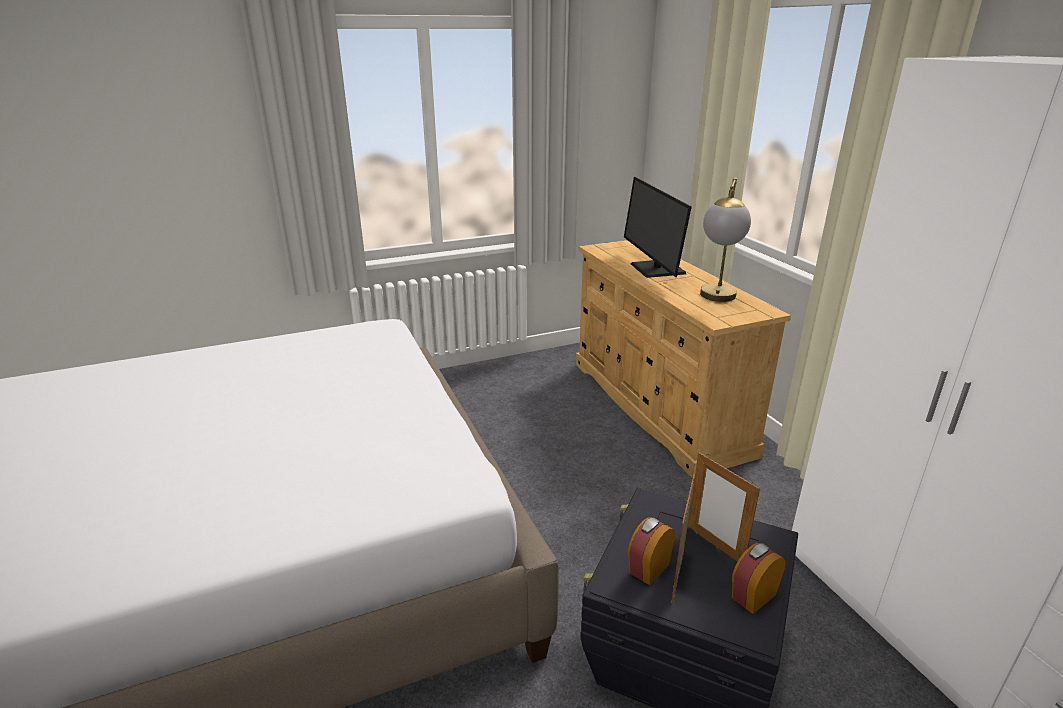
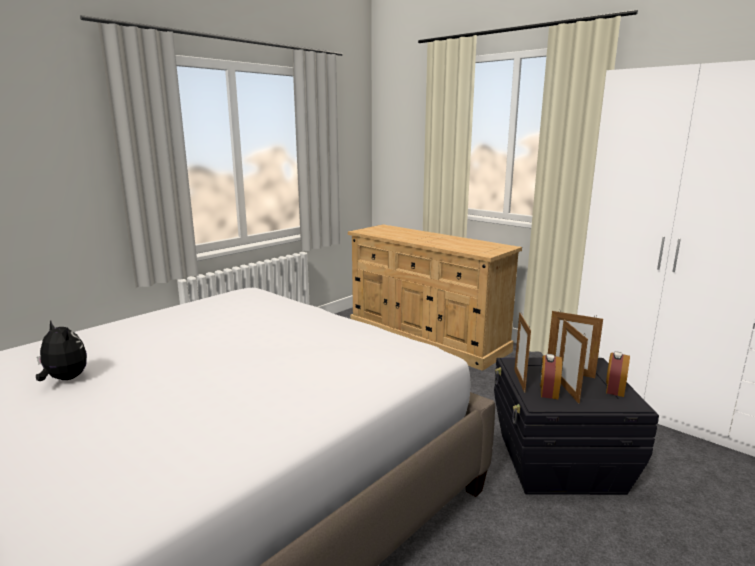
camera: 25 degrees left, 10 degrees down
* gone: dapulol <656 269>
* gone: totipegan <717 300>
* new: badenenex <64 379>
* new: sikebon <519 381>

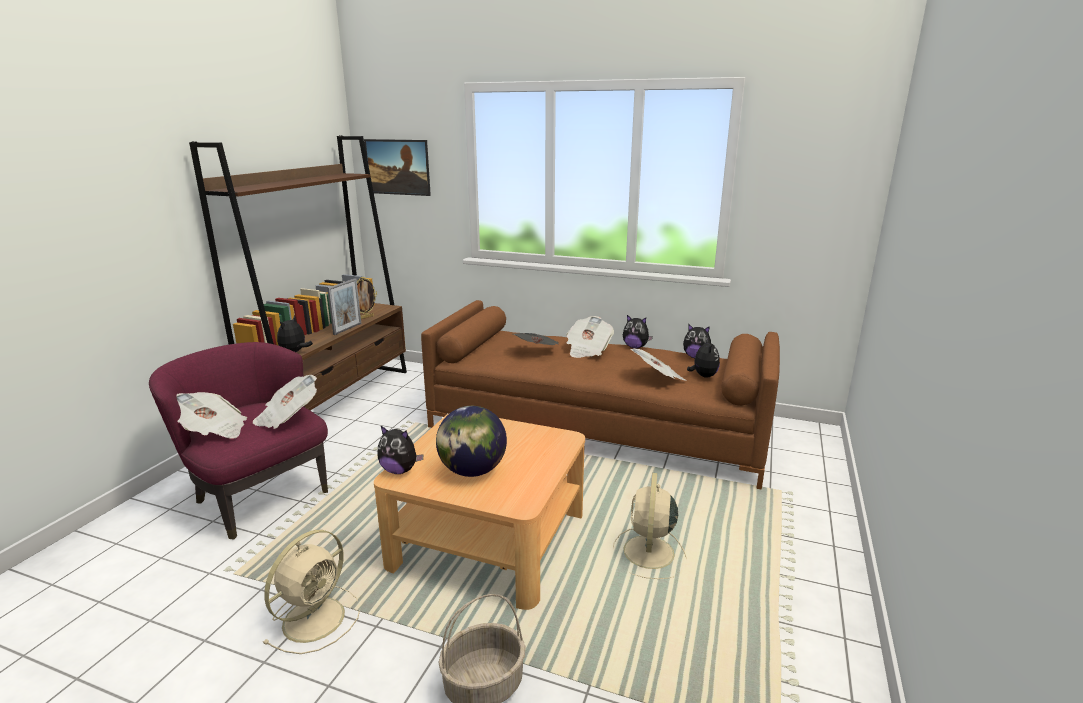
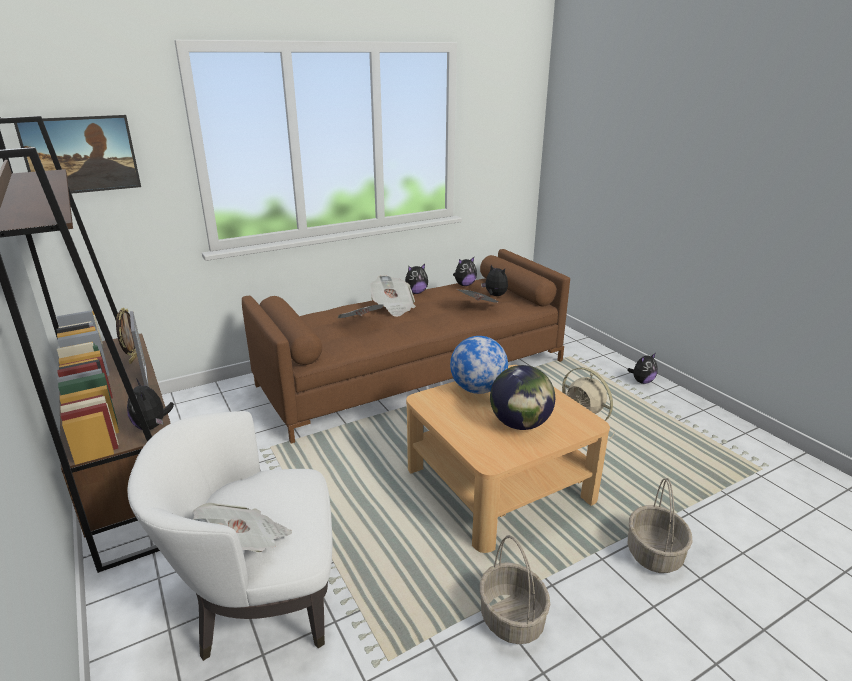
camera: 50 degrees left, 5 degrees up
* gone: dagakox <287 417>
* new: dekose <477 389>
* shifted: badenenex <400 470> to <642 381>
* swapped: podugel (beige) <316 617> to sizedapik <511 618>
* repainted: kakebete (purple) <258 496> to kakebete (white) <259 601>

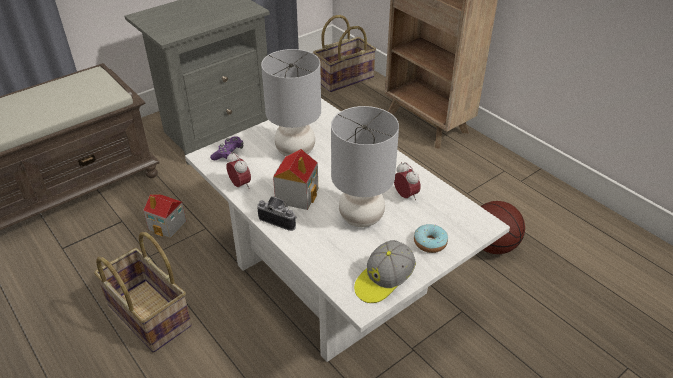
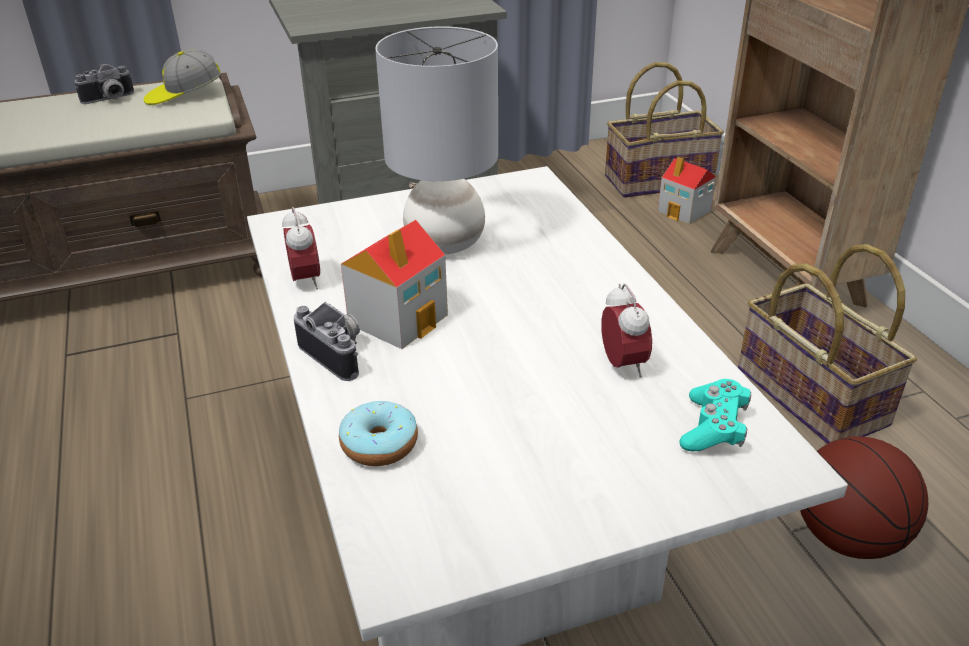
camera: 20 degrees right, 5 degrees down
* gone: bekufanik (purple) <228 153>
* gone: totipegan (grey) <362 217>
* new: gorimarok <110 100>
* new: bekufanik (turquoise) <714 428>
* shifted: sizedapik <147 316> to <808 396>
* shifted: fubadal <168 226> to <685 211>
* shifted: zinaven <383 280> to <184 95>
* shifted: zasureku <430 243> to <379 444>

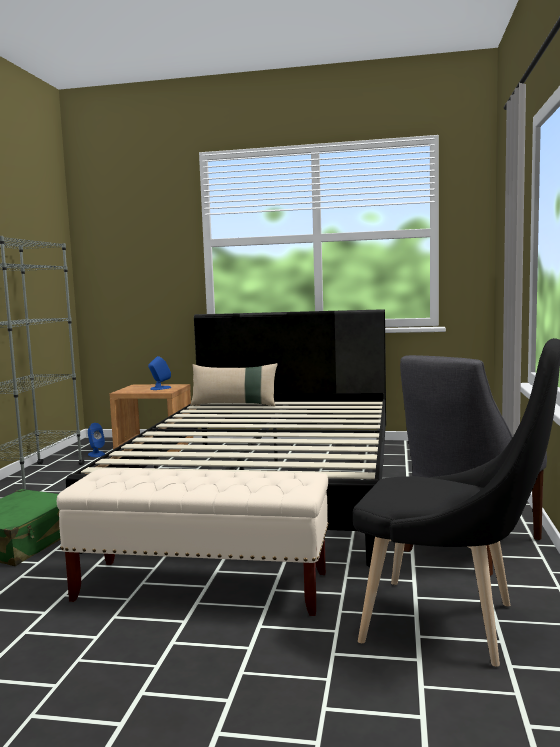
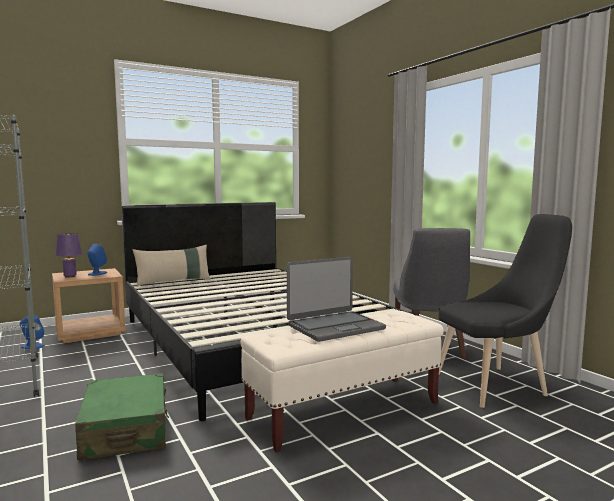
camera: 40 degrees left, 0 degrees up
* new: totipegan (purple) <70 276>
* new: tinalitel <335 327>

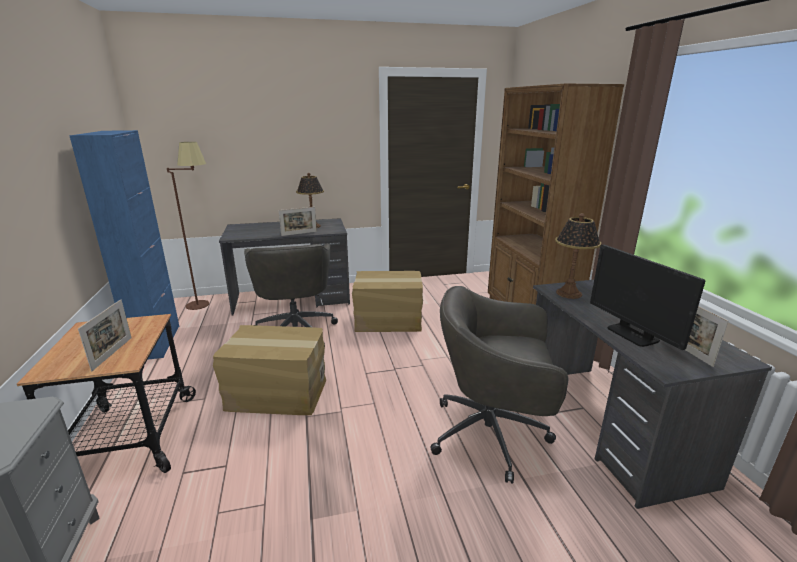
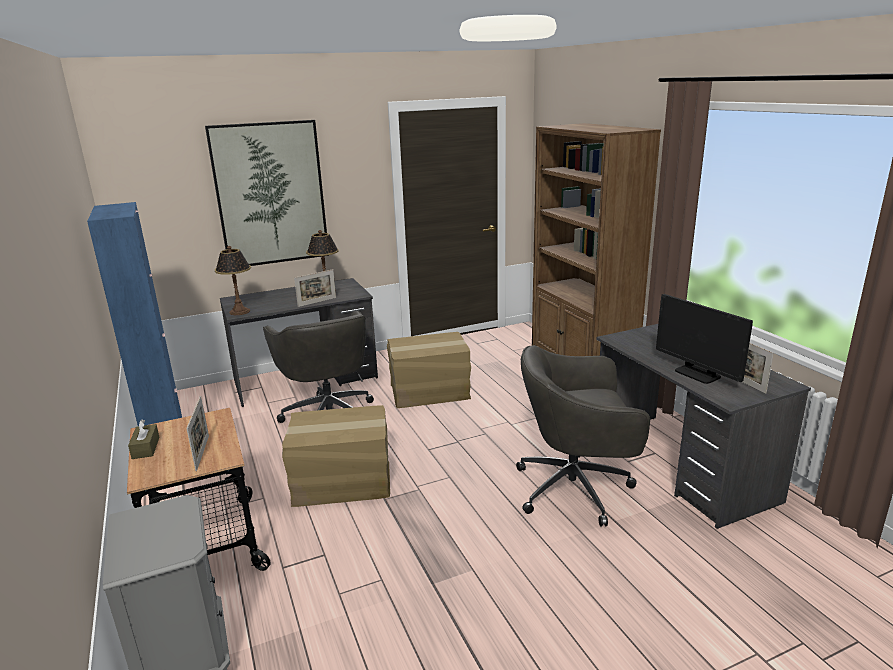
camera: 10 degrees left, 0 degrees up
* gone: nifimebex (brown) <206 301>
* new: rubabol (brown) <146 448>
* new: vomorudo <270 194>
* shifted: totipegan <569 293> to <240 311>

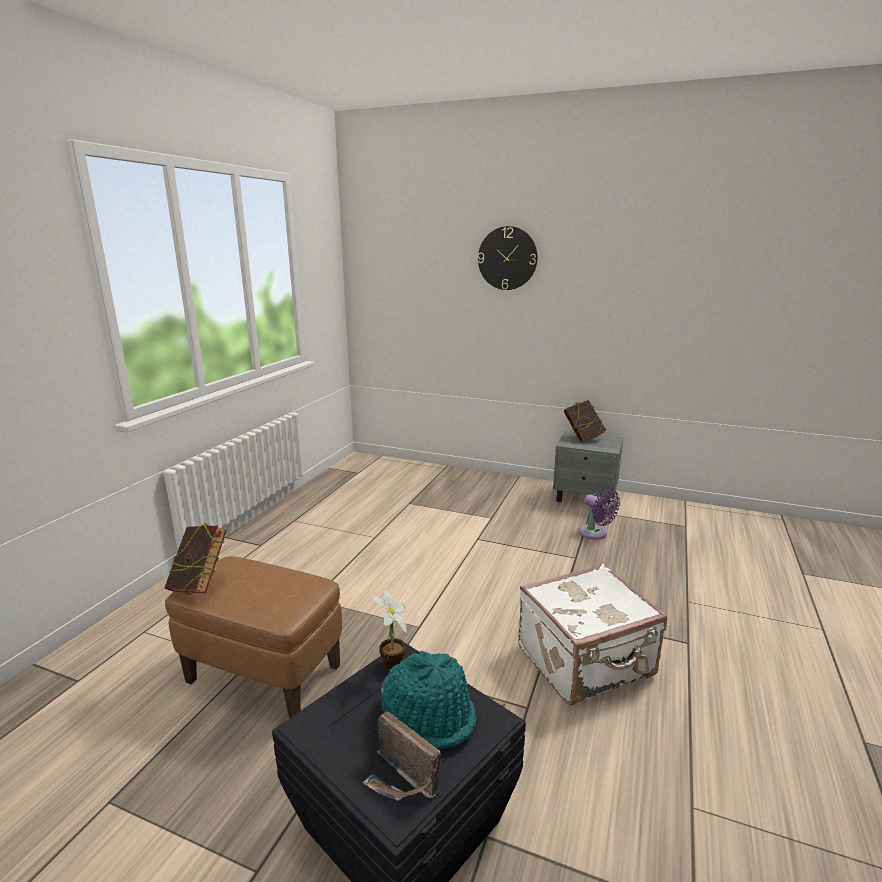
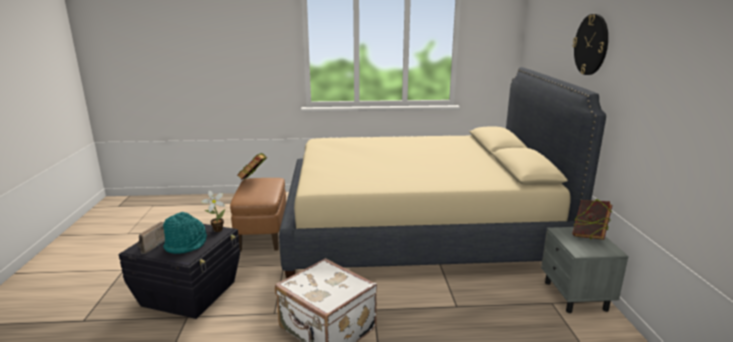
camera: 65 degrees right, 0 degrees up
* gone: podugel (purple) <595 533>
* new: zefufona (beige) <417 231>

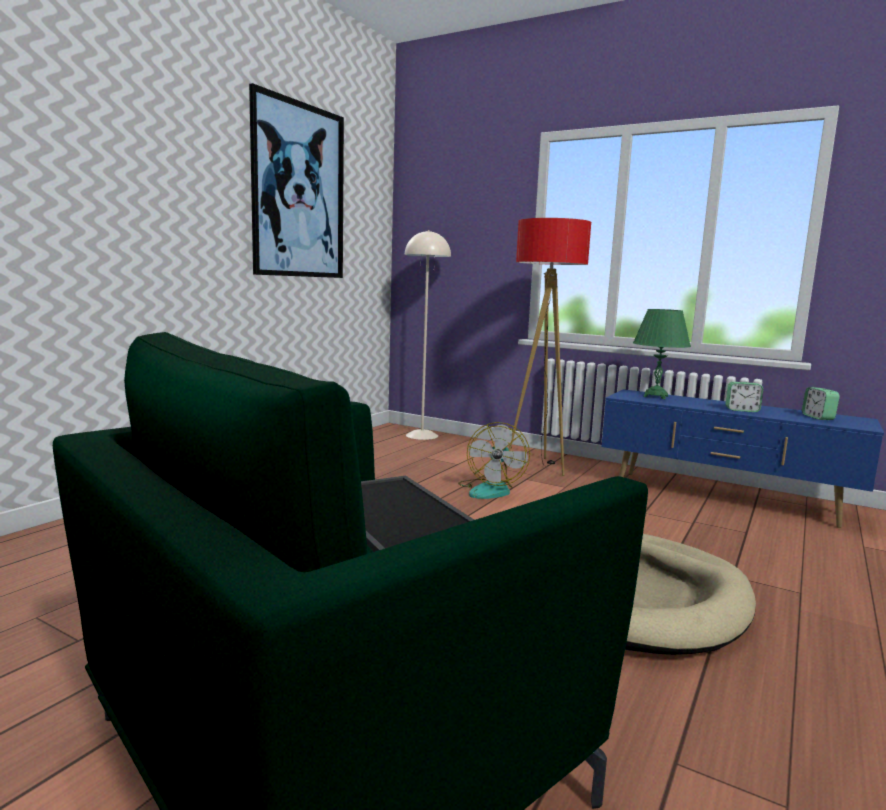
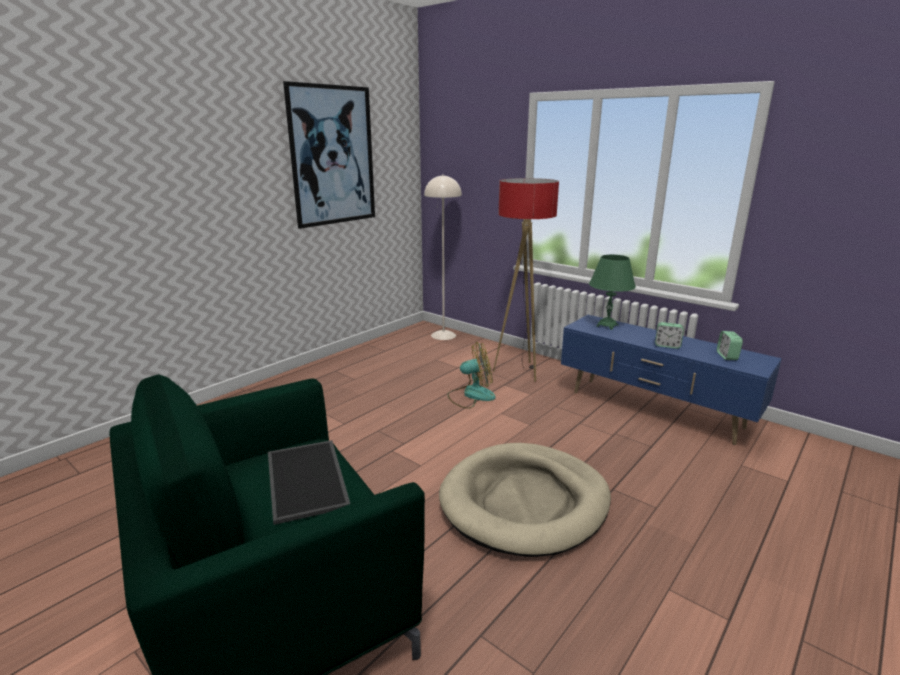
camera: 10 degrees right, 10 degrees up
* rotated: podugel <491 489> = <471 395> 120 degrees counterclockwise

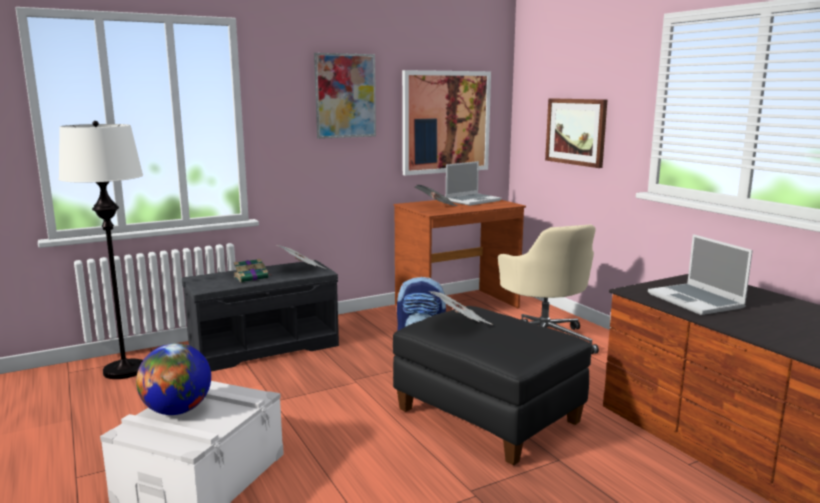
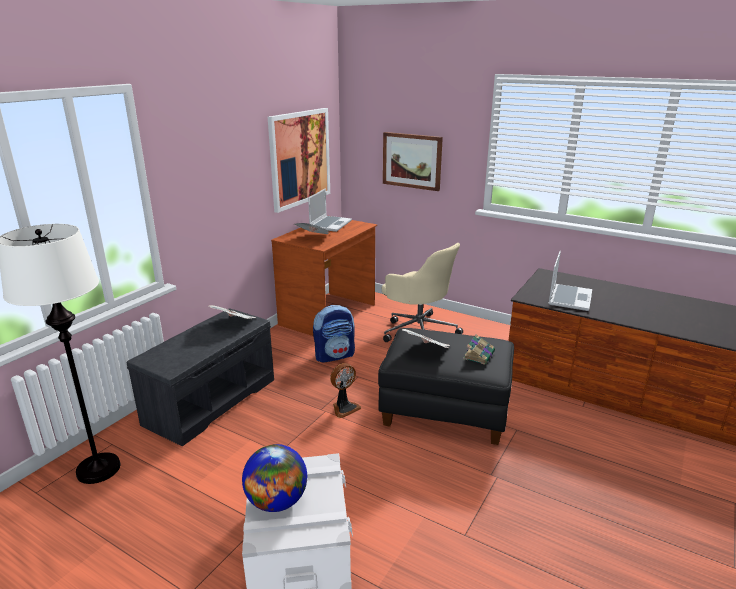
camera: 30 degrees left, 10 degrees up
* gone: vomorudo <345 96>
* new: podugel <344 408>
* shifted: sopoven <252 277> to <479 355>
* rotated: tinalitel <696 301> = <569 298> 105 degrees counterclockwise

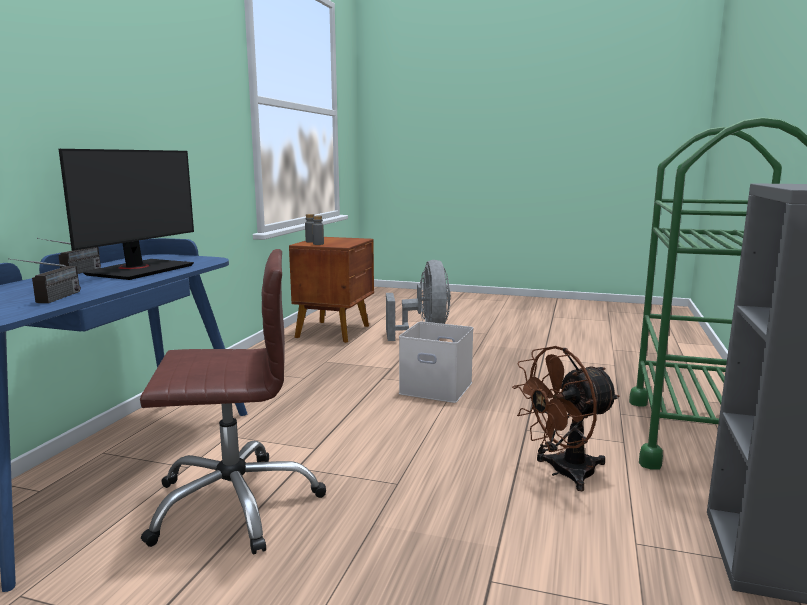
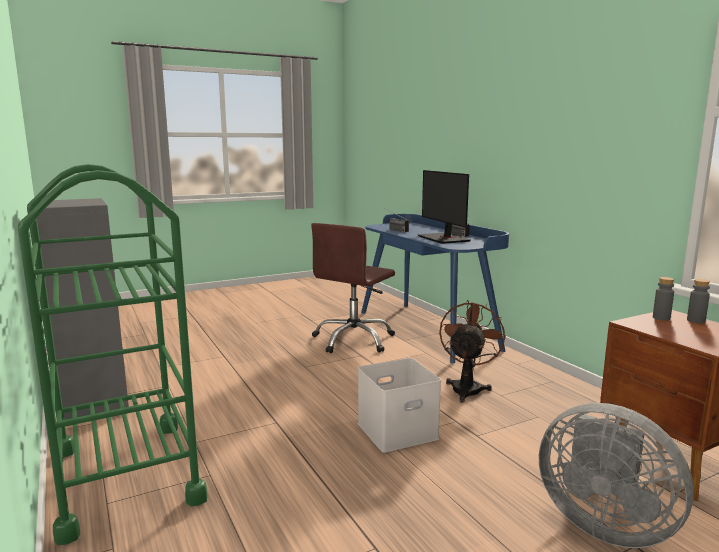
camera: 135 degrees right, 0 degrees up
* shifted: podugel (brown) <563 473> to <467 388>

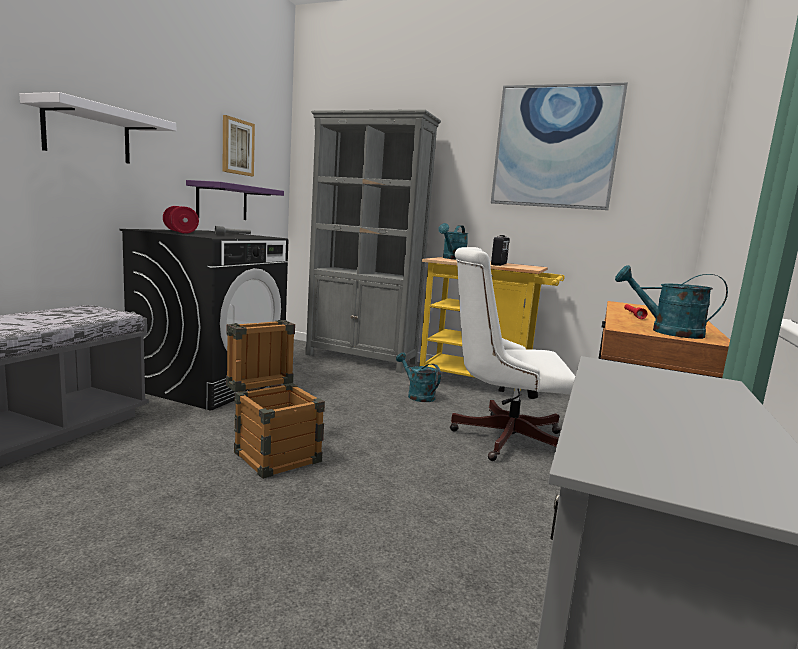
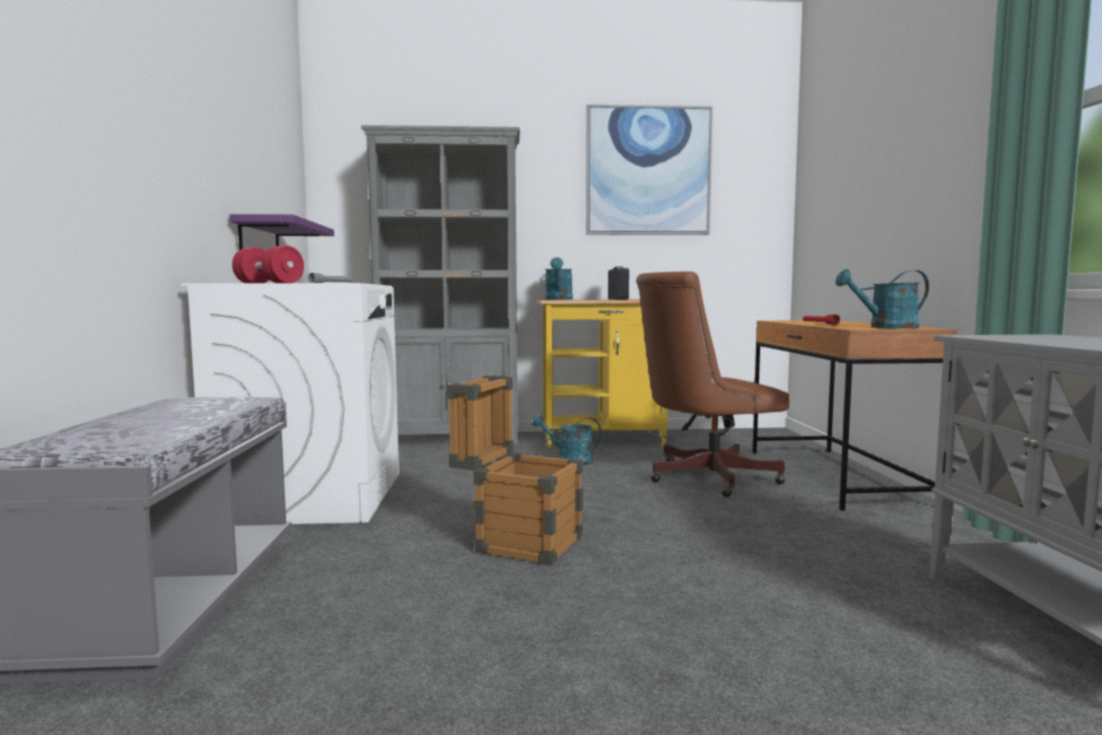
camera: 25 degrees left, 5 degrees down
* gone: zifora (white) <87 133>
* gone: vomorudo <237 147>
* repainted: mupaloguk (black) <210 383> to mupaloguk (white) <312 497>
* repainted: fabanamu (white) <501 437> to fabanamu (brown) <703 478>

